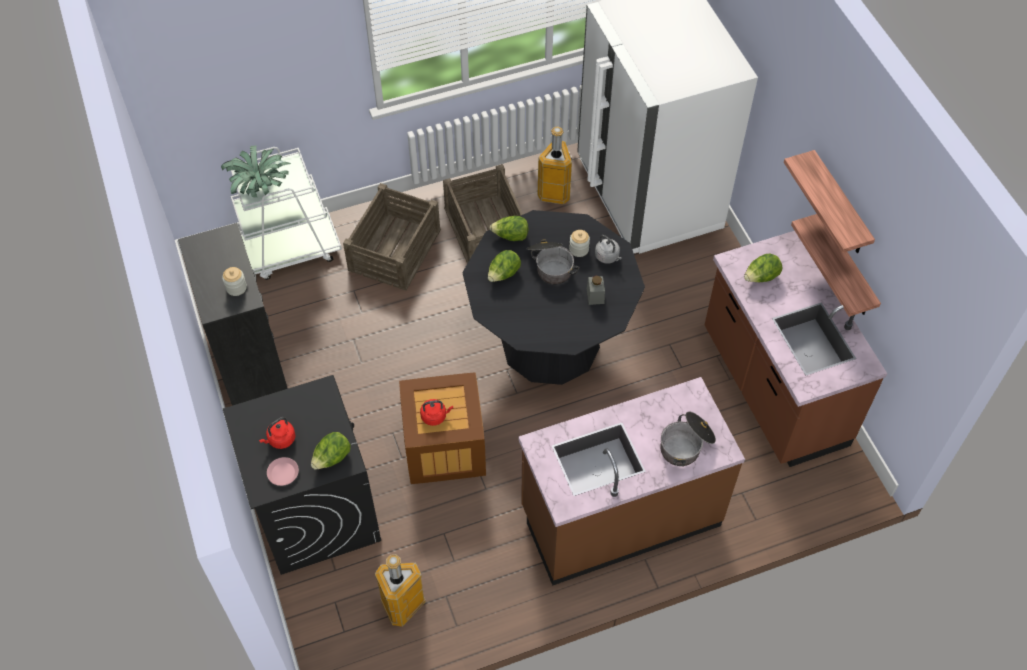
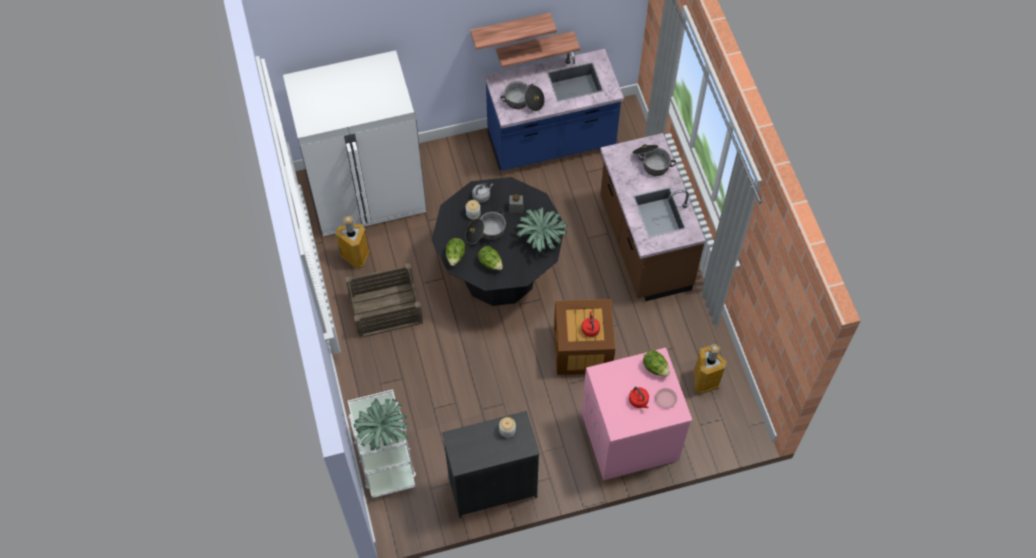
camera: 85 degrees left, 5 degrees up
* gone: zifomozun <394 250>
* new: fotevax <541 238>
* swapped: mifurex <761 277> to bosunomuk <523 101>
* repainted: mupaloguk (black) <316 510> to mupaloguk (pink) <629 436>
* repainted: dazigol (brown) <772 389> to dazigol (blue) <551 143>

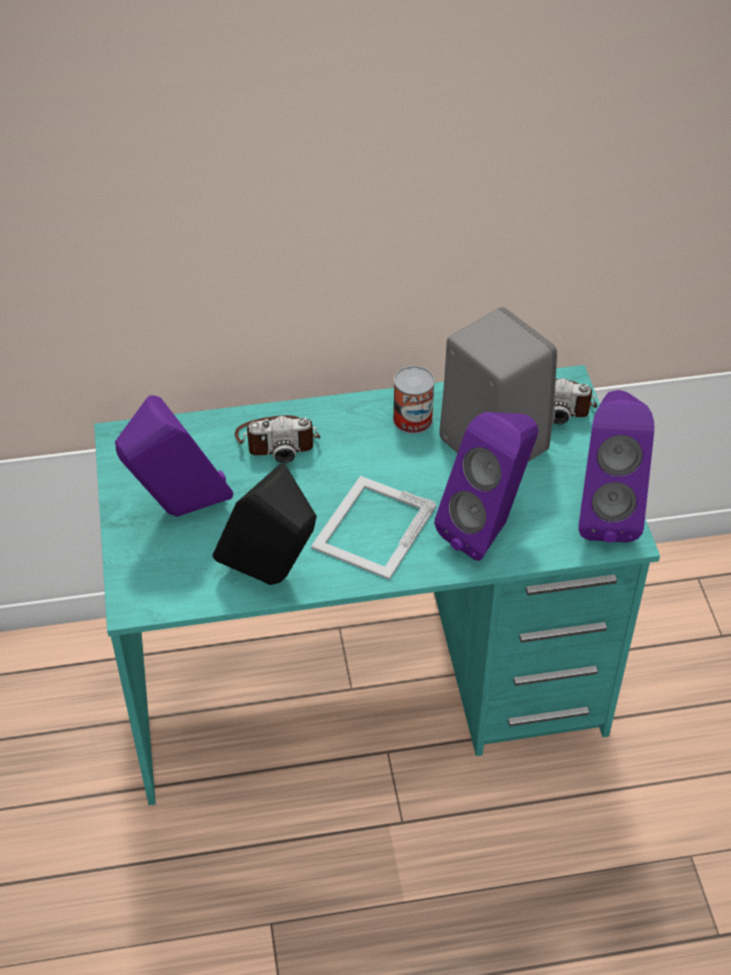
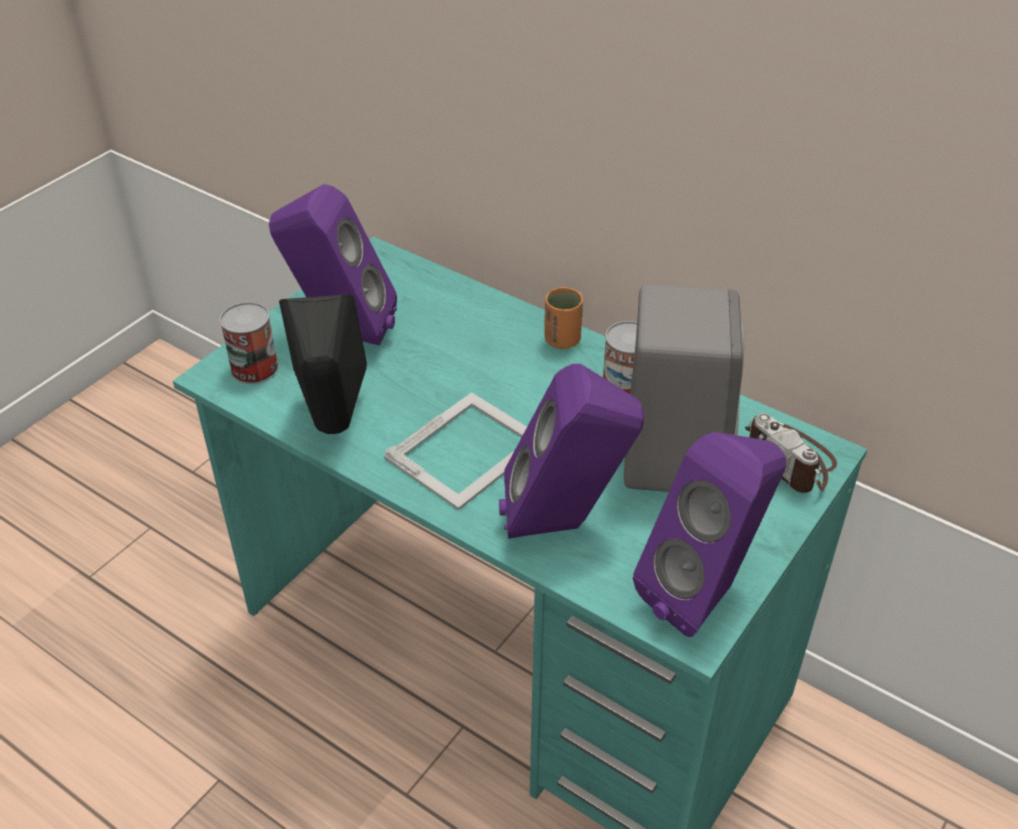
camera: 45 degrees right, 5 degrees down
* gone: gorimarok <277 440>
* new: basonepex <254 368>
* new: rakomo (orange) <562 340>
* rotated: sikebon <372 527> = <467 449> 150 degrees clockwise

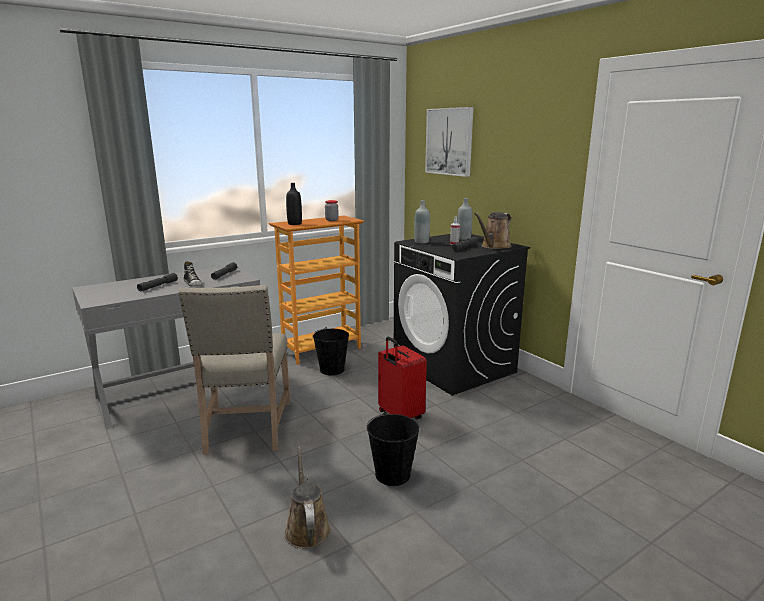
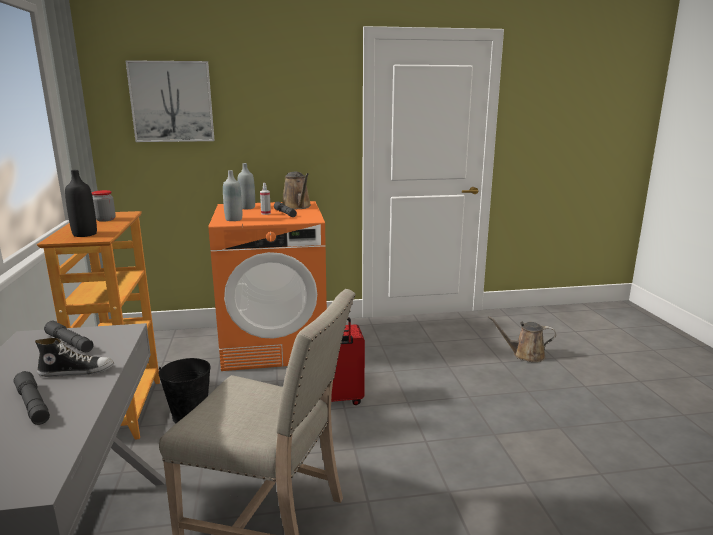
camera: 65 degrees left, 0 degrees up
* gone: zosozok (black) <393 474>
* shifted: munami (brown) <306 528> to <525 355>
* repainted: mupaloguk (black) <454 366> to mupaloguk (orange) <275 345>

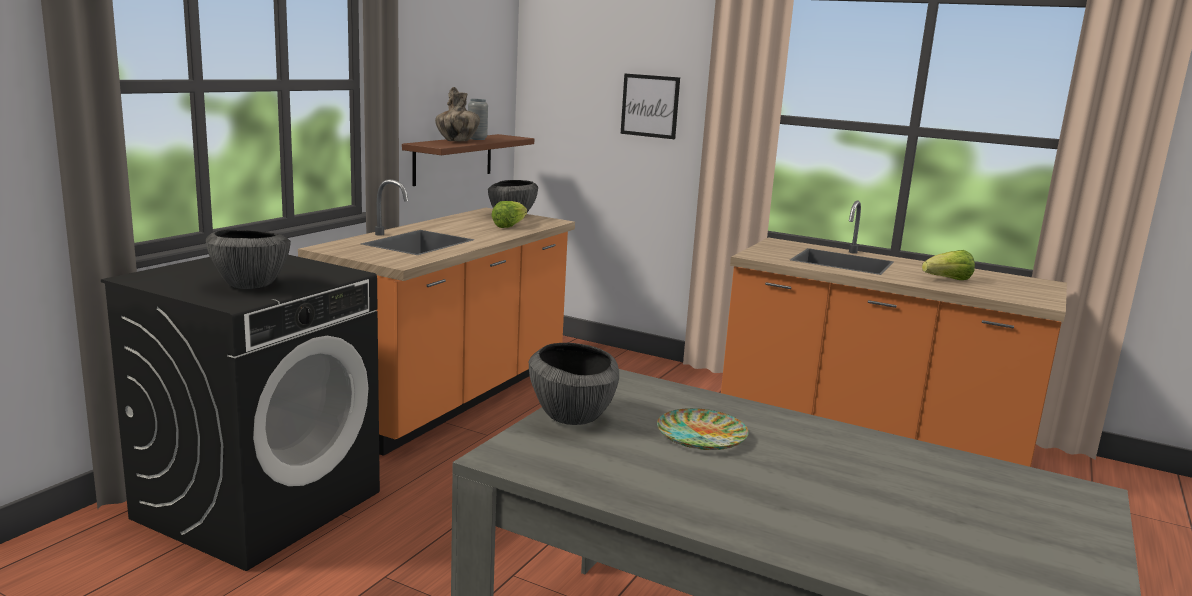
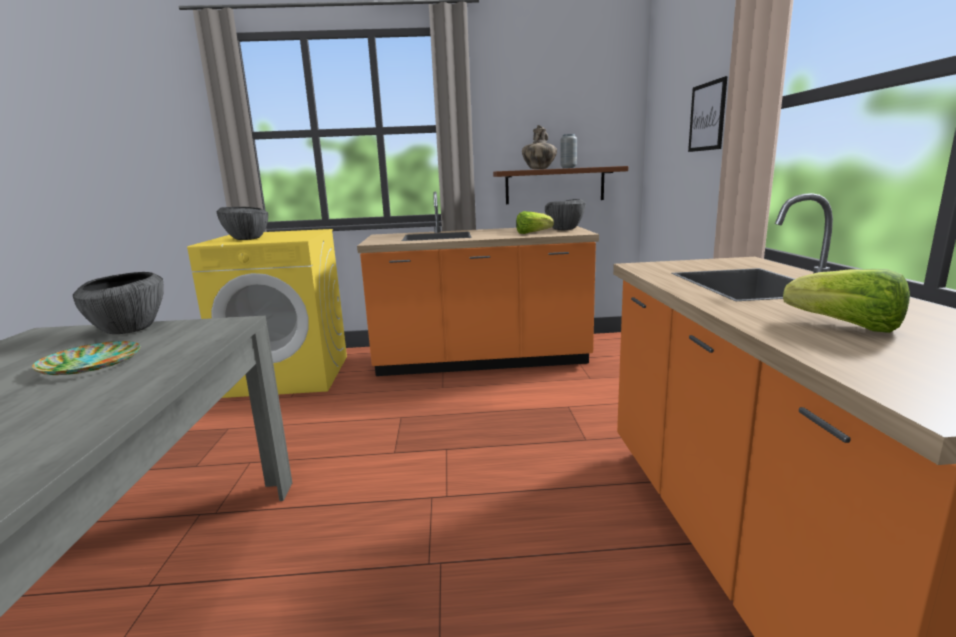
camera: 60 degrees right, 0 degrees up
* repainted: mupaloguk (black) <260 504> to mupaloguk (yellow) <289 375>

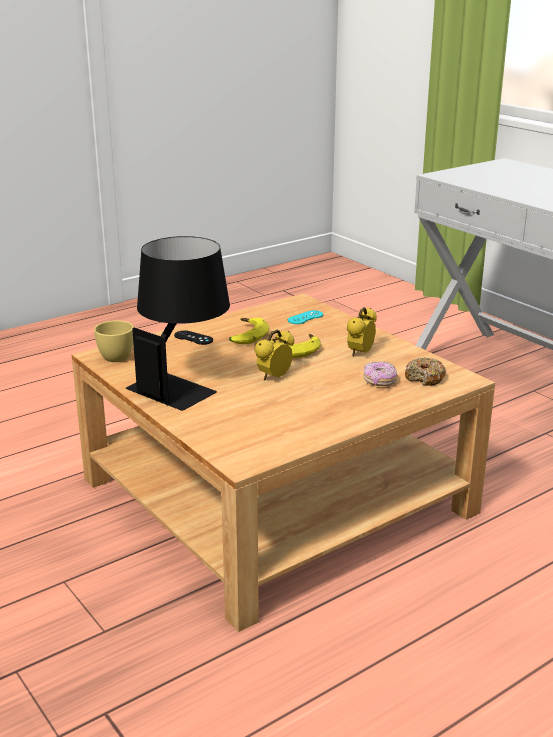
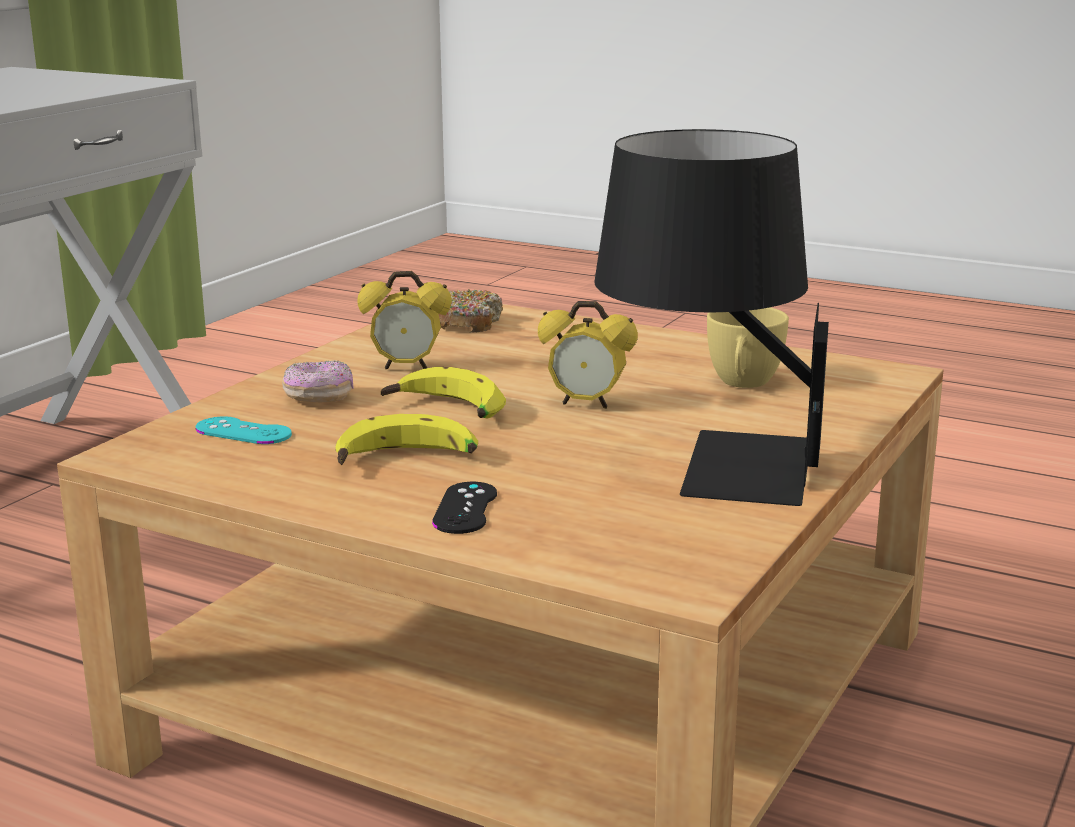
camera: 115 degrees left, 5 degrees down
* shifted: rakomo (yellow) <113 356> to <743 384>
* shifted: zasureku <379 381> to <318 398>

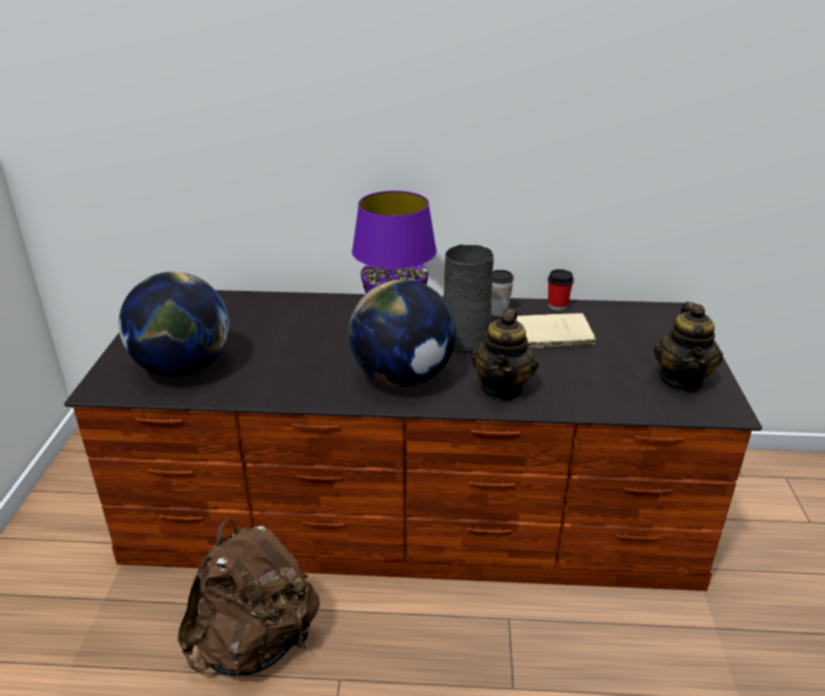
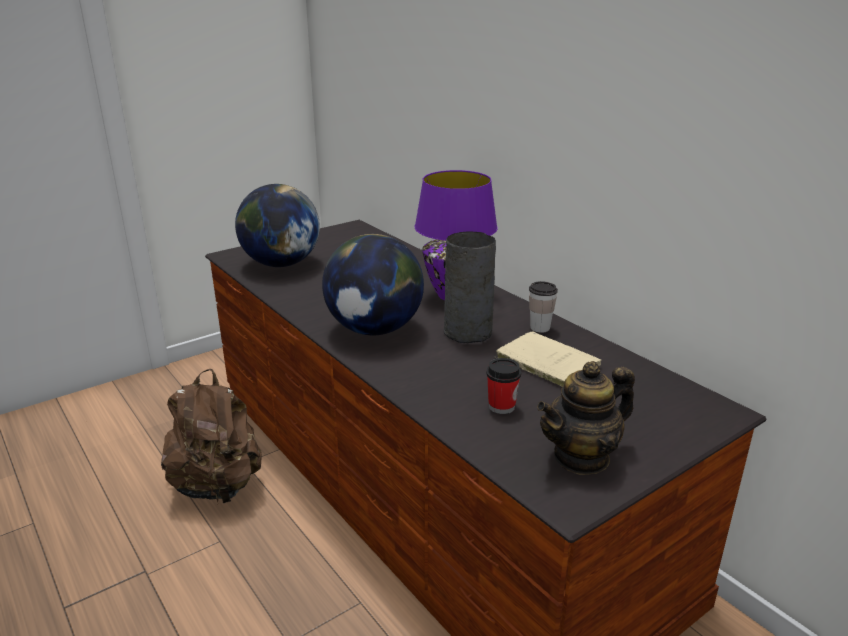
camera: 50 degrees right, 5 degrees down
* gone: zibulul <503 388>
* shifted: rakomo <557 305> to <501 406>

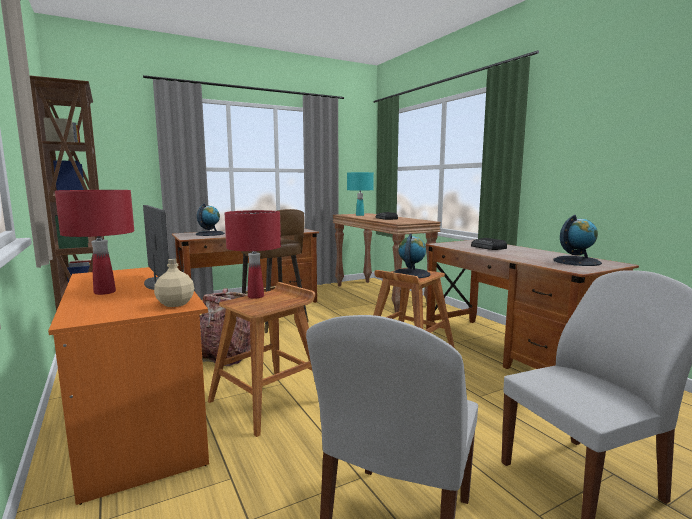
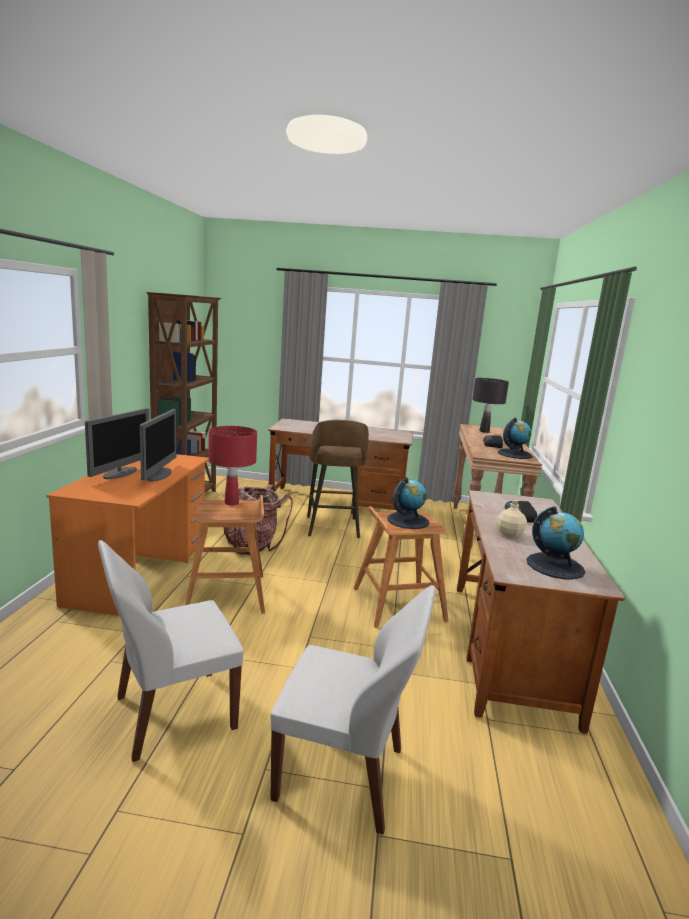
camera: 35 degrees right, 5 degrees up
* shifted: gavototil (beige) <175 304> to <509 534>
* shifted: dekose <210 234> to <514 454>
* swapped: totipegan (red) <104 292> to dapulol <120 473>
* repainted: totipegan (turquoise) <359 215> to totipegan (black) <484 431>

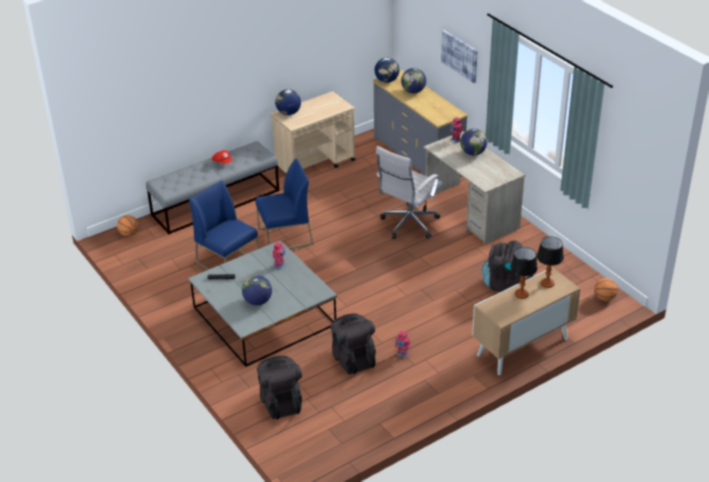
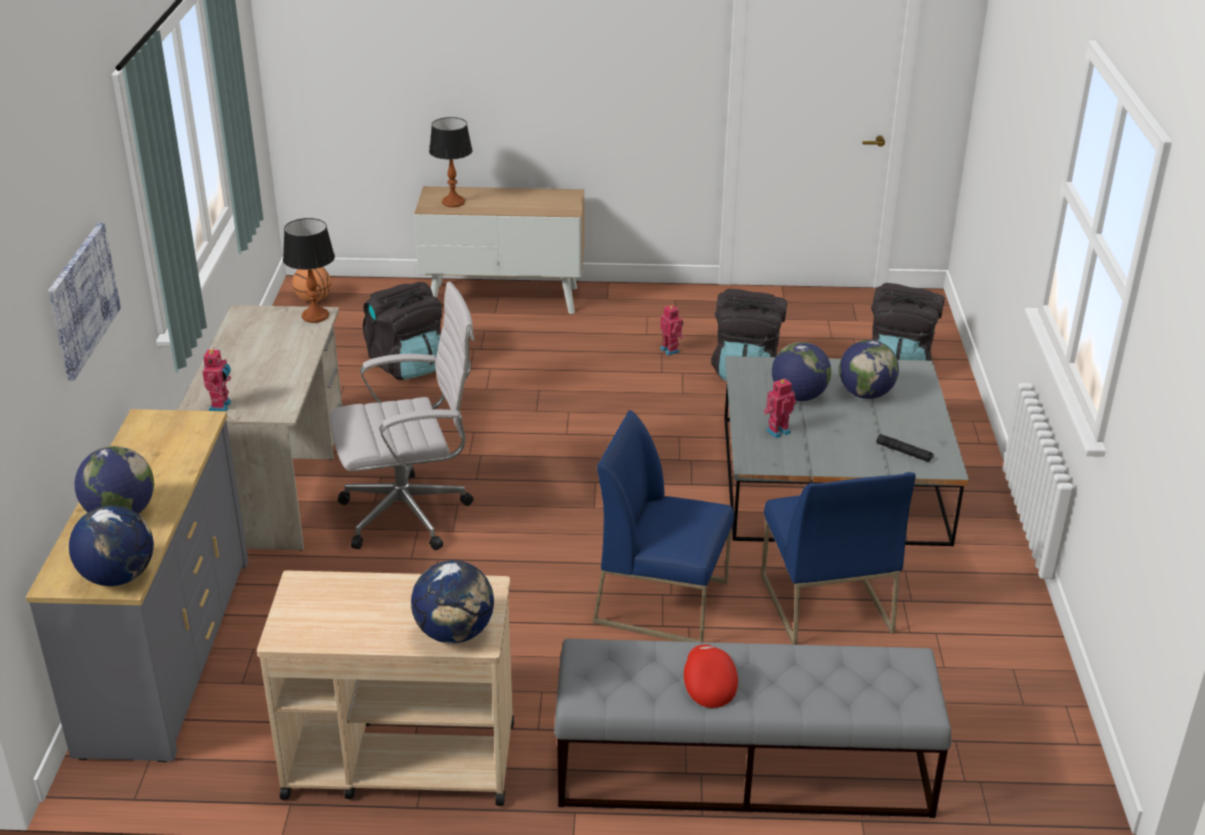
camera: 145 degrees left, 5 degrees down
* gone: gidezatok <129 234>
* shifted: dekose <473 153> to <799 396>
* shifted: totipegan <521 294> to <315 316>

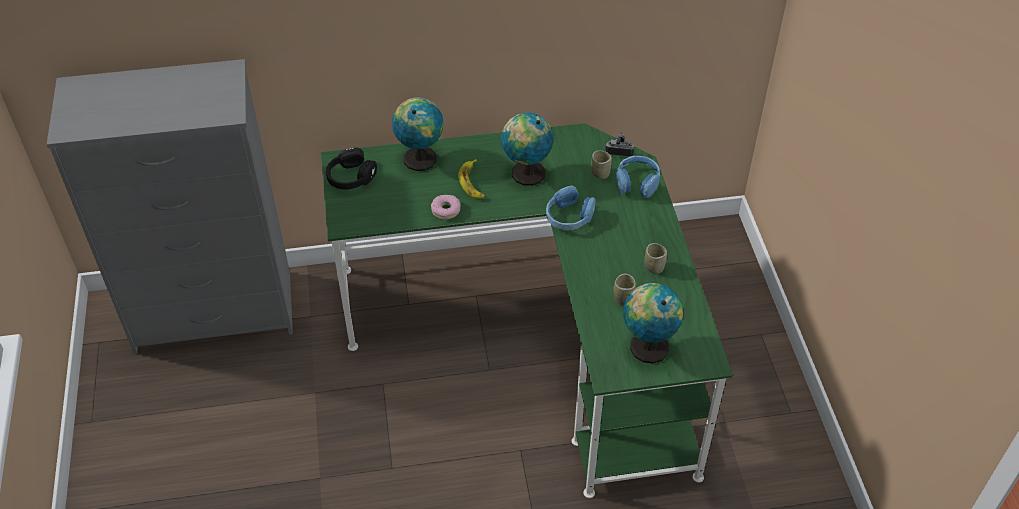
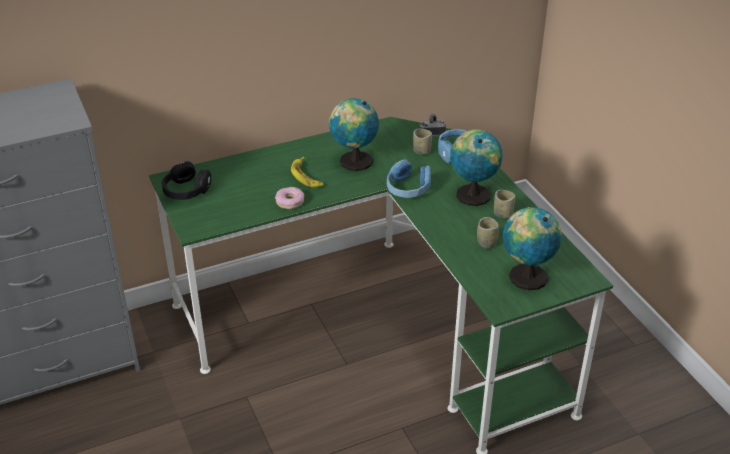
camera: 15 degrees left, 10 degrees down
* shifted: dekose <420 157> to <472 194>

